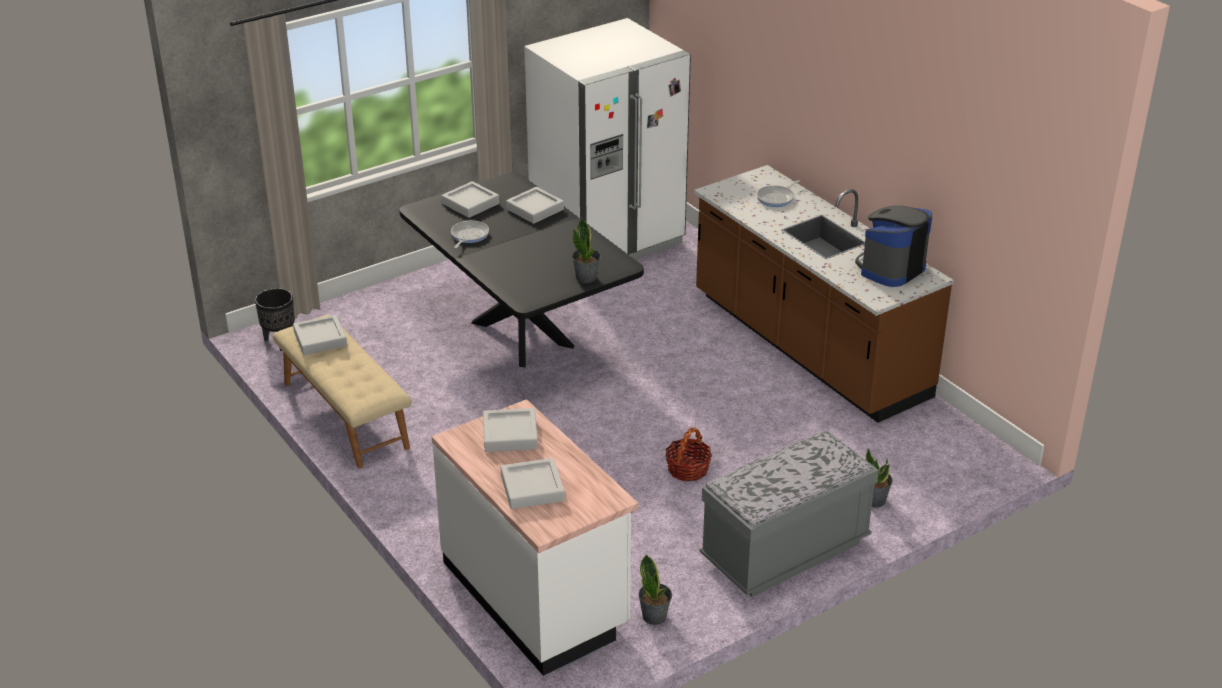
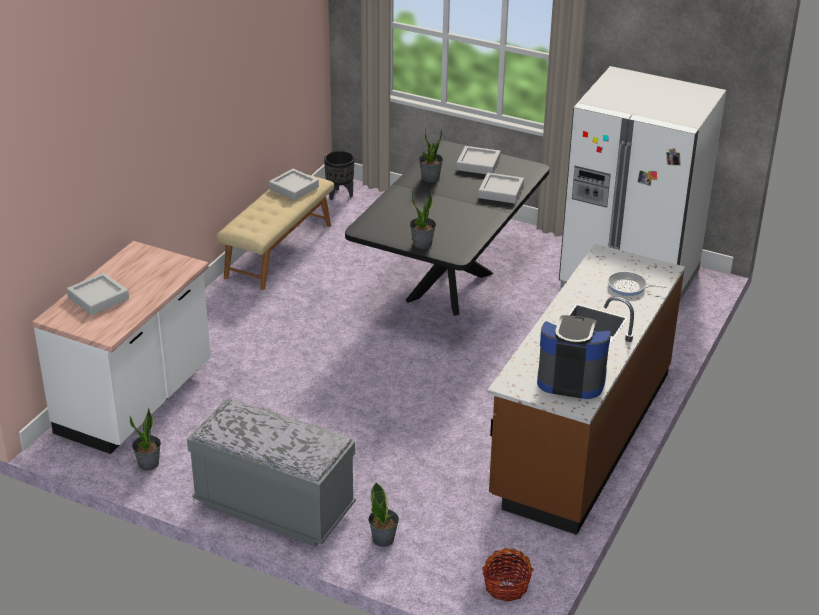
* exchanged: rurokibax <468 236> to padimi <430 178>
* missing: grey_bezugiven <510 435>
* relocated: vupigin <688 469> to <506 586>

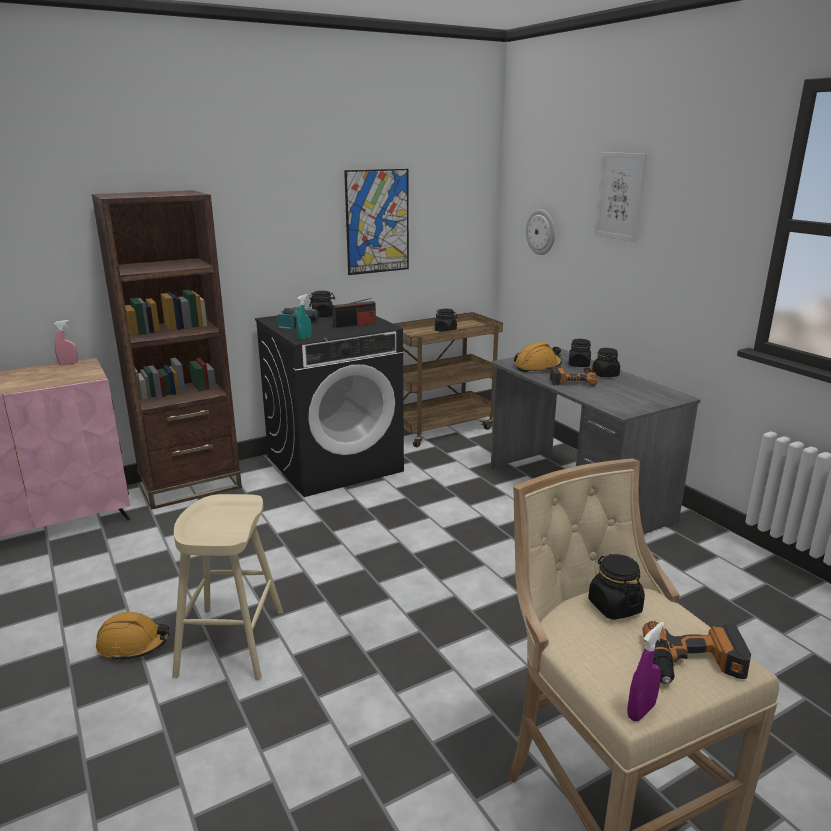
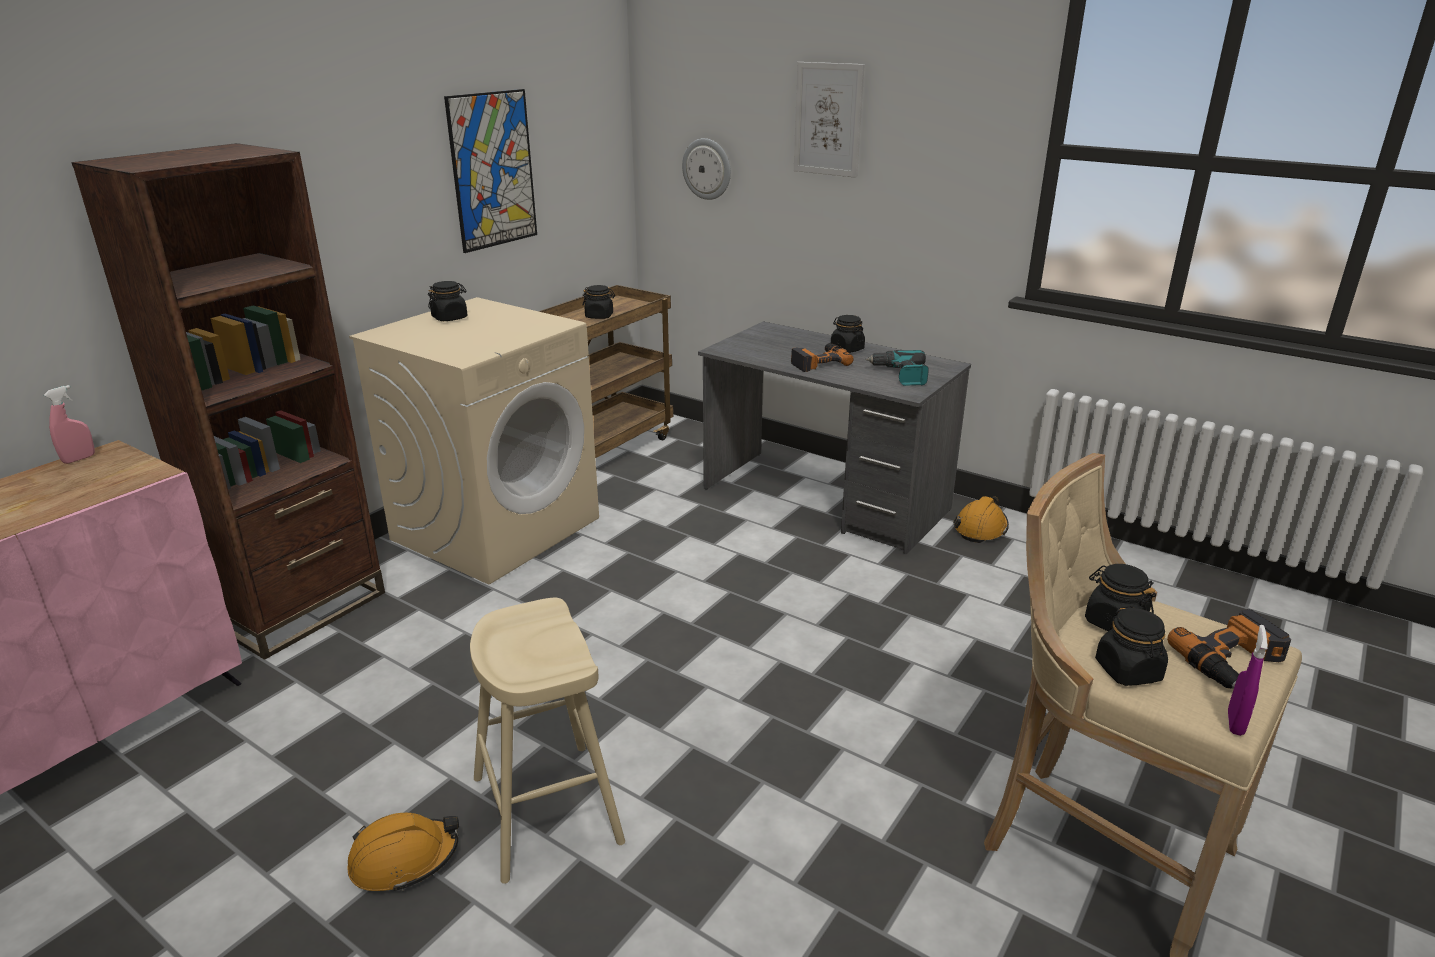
* missing: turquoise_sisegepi <304 338>
* missing: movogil <354 324>
* relocated: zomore <293 324> to <900 375>
* colour: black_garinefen <335 464> to beige_garinefen <496 528>
* relocated: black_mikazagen <579 365> to <1128 671>
* relocated: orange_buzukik <538 367> to <980 528>

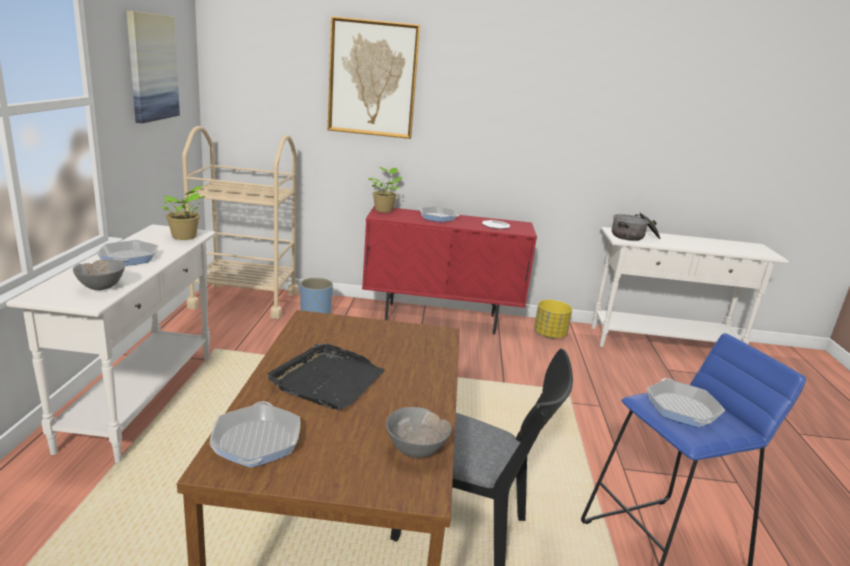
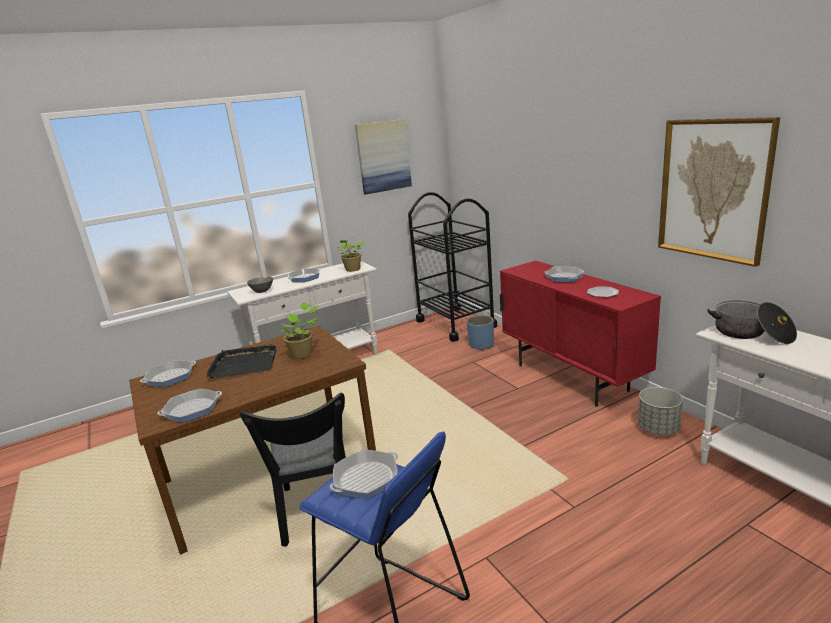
* relocated: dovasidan <372 79> to <713 189>
* colour: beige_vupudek <245 300> to black_vupudek <455 323>
* relocated: padimi <384 210> to <303 354>
* colour: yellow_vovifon <549 335> to grey_vovifon <658 429>
* exchanged: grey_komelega <416 451> to rurokibax <192 409>

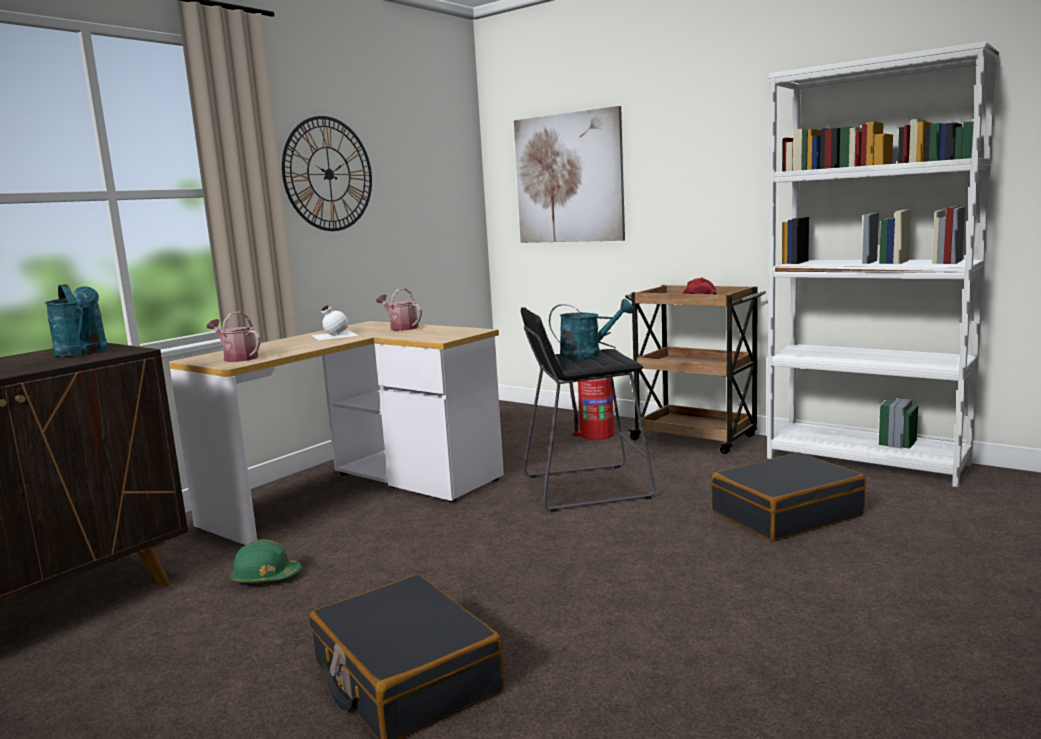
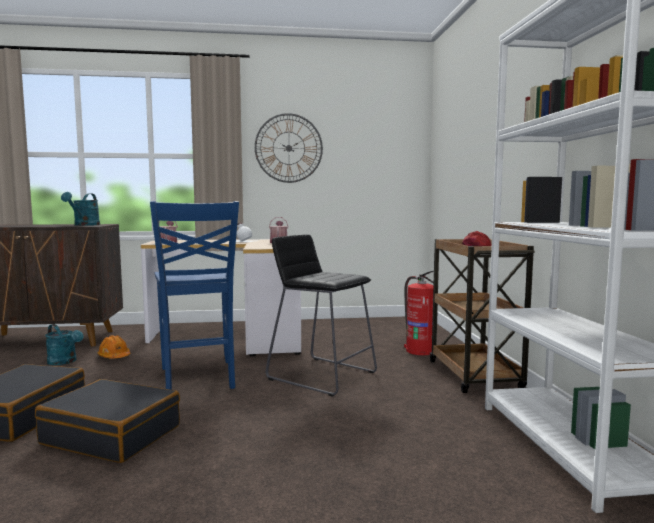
* missing: dovasidan <569 178>
* relocated: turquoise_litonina <588 354> to <65 362>
* relocated: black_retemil <785 513> to <112 435>
* colour: green_buzukik <265 578> to orange_buzukik <114 356>
* appeared: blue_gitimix <198 378>

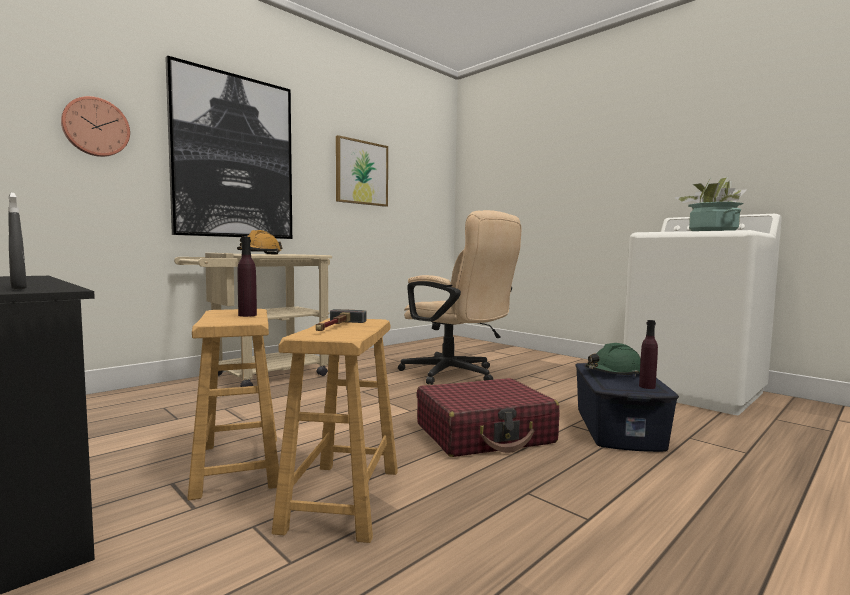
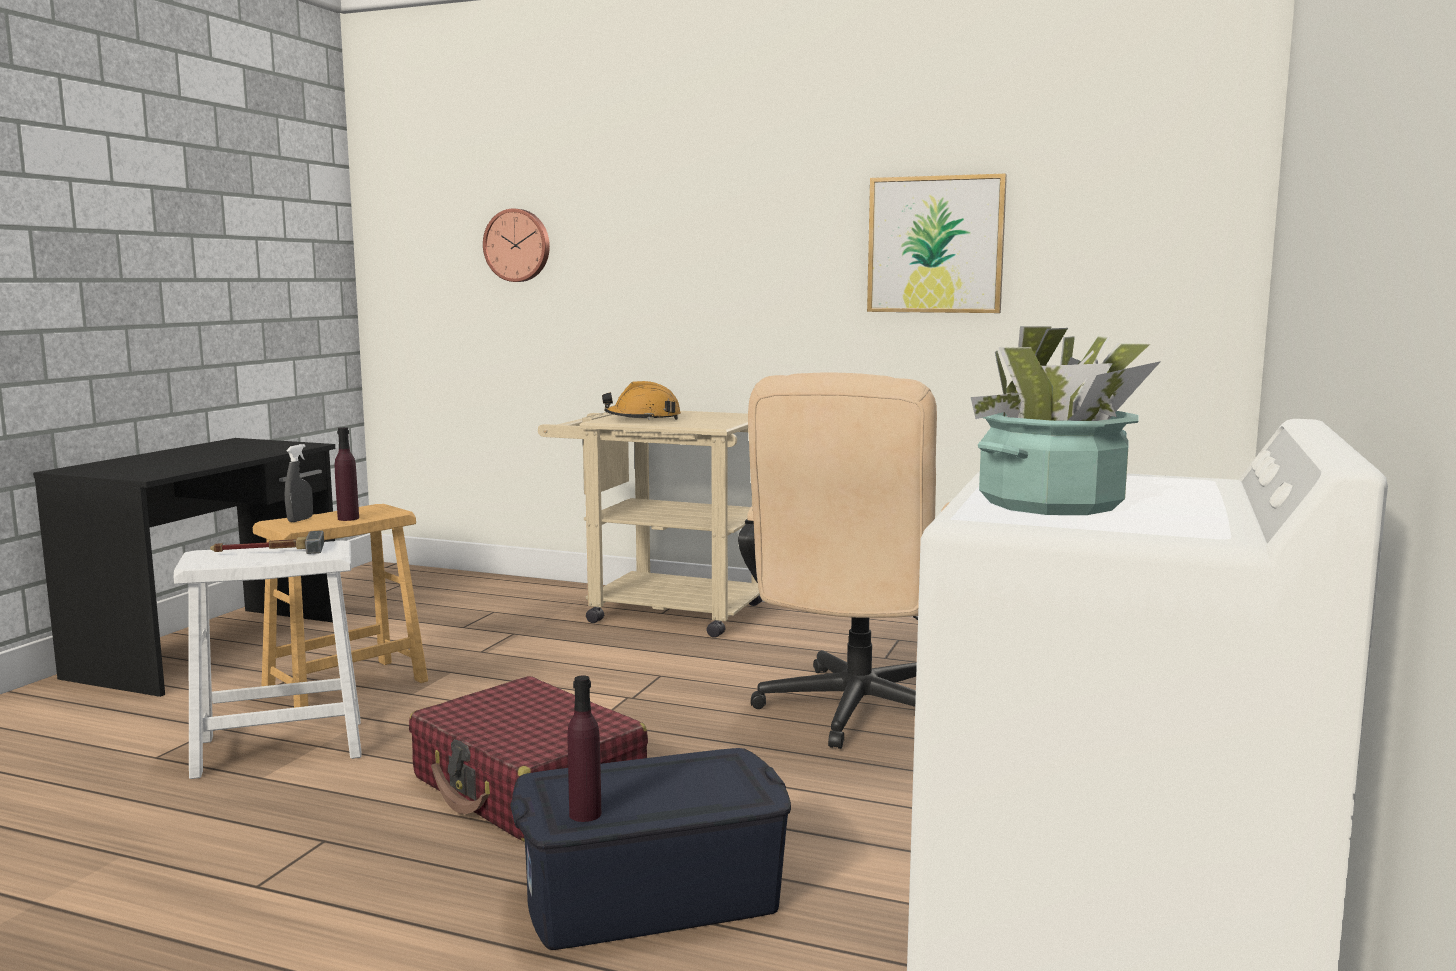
* missing: dovasidan <234 157>
* relocated: grey_sisegepi <18 288> to <300 520>
* colour: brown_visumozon <343 499> to white_visumozon <280 748>
* missing: green_buzukik <614 372>

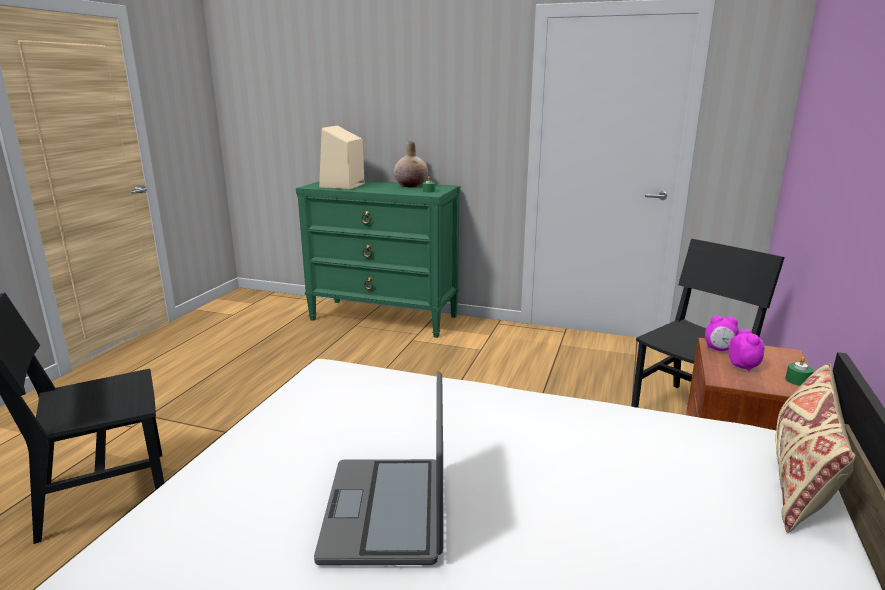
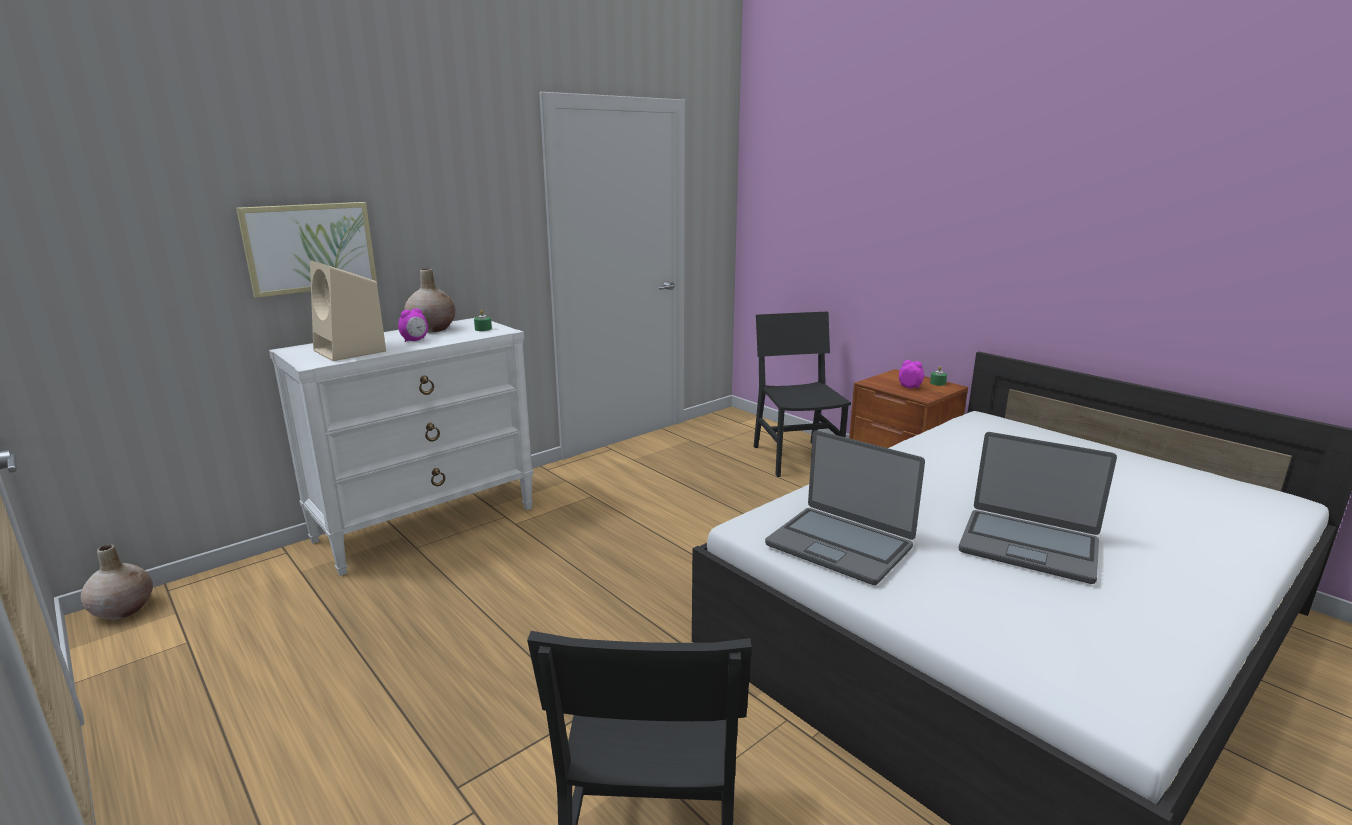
* colour: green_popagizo <384 318> to white_popagizo <427 523>
* relocated: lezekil <719 349> to <415 340>
* missing: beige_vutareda <800 476>
* appeared: dovasidan <310 247>
* appeared: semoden <840 545>
* appeared: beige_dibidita <123 609>

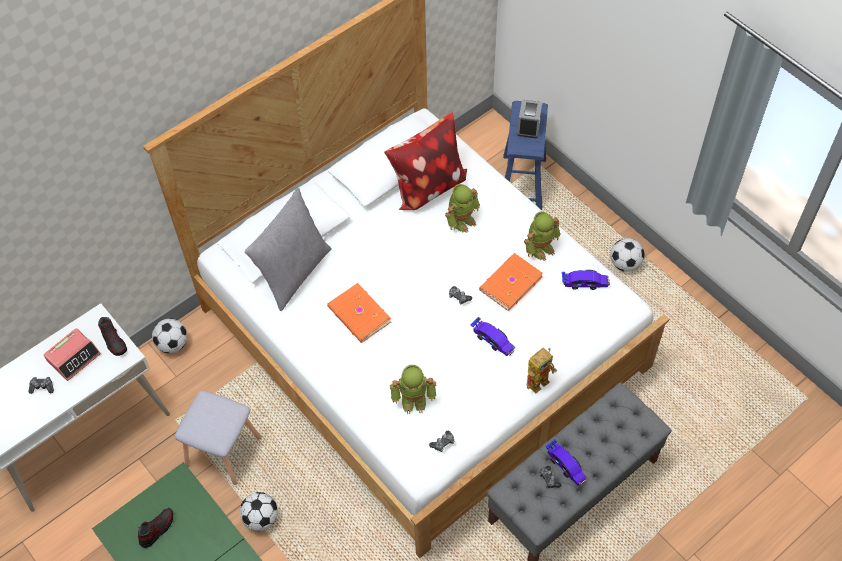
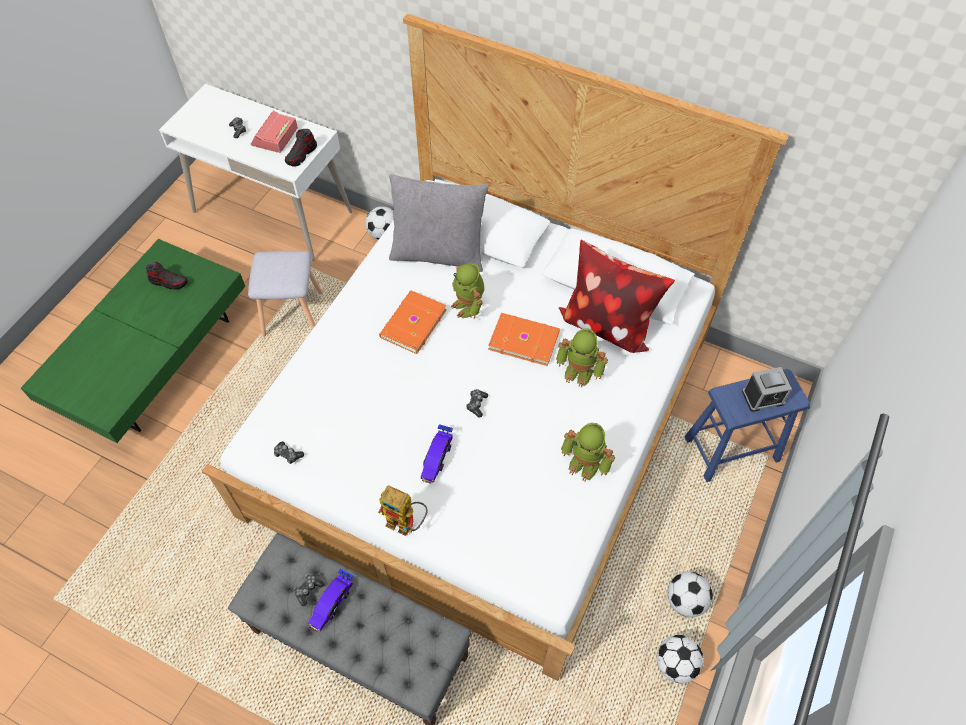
* relocated: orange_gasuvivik <509 283> to <523 339>
* missing: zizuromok <585 283>
* spun: lezekil <74 357> = <275 137> 90 degrees clockwise
* relocated: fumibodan <414 399> to <469 306>
* relocated: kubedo <261 518> to <675 664>

